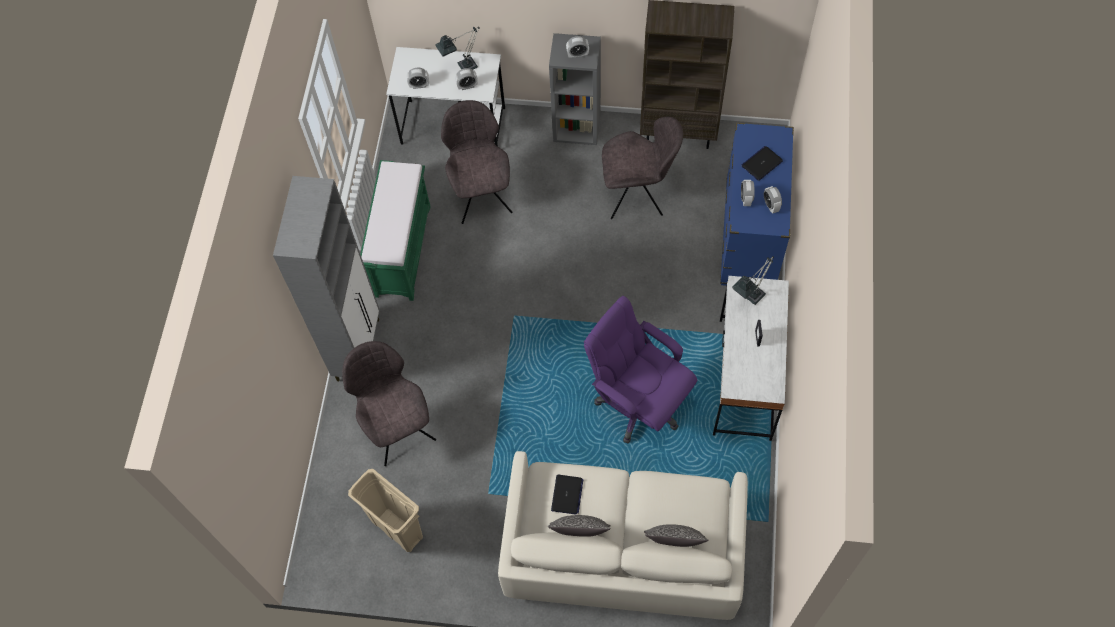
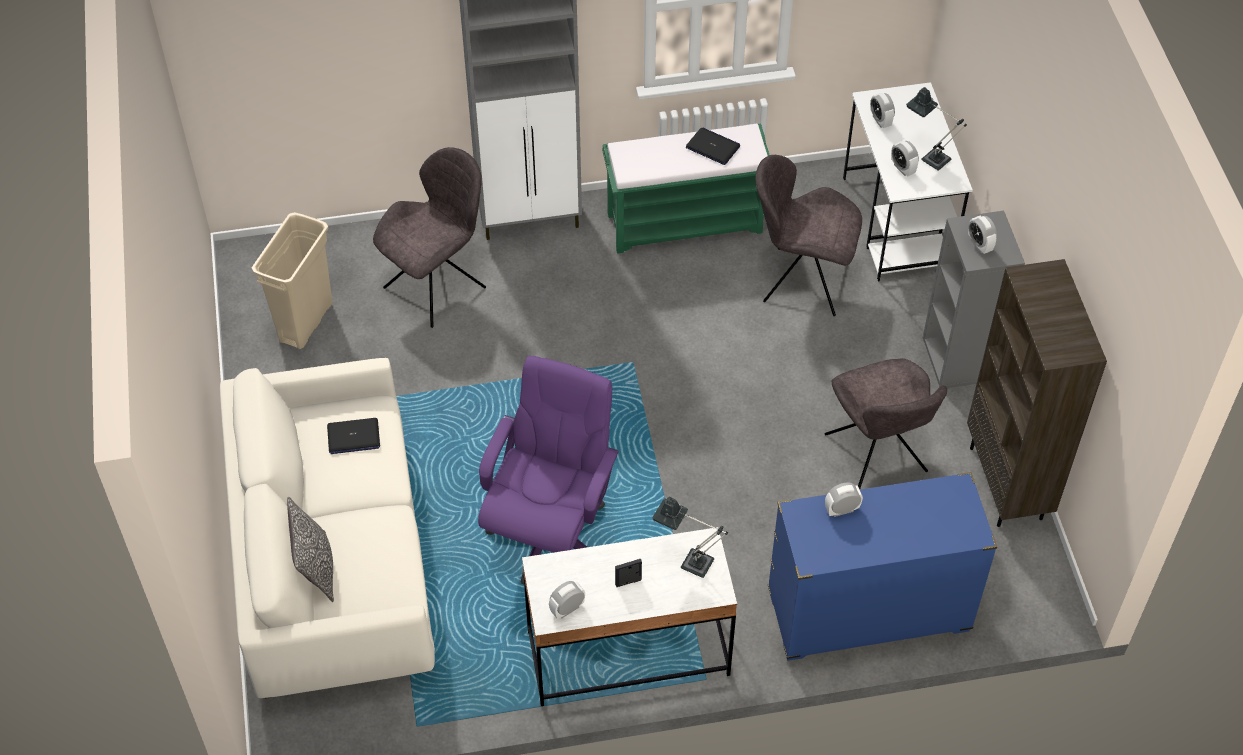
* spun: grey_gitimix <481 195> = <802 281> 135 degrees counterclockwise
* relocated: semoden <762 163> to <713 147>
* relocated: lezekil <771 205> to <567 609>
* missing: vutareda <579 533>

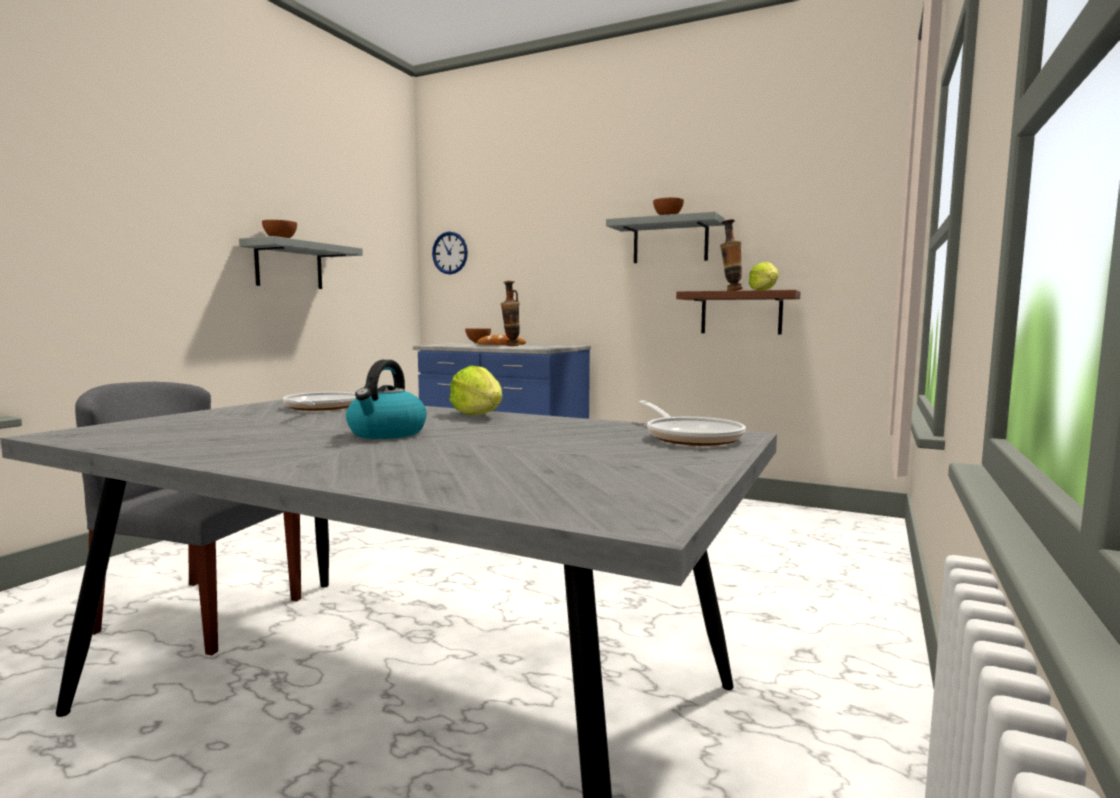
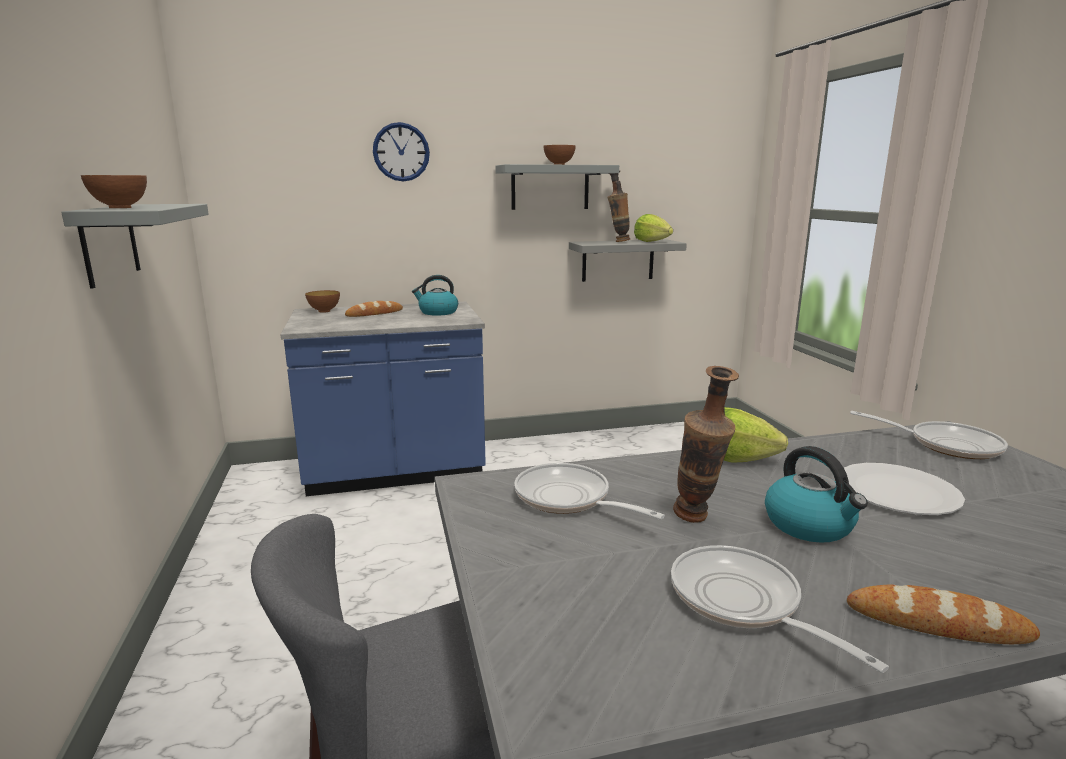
* relocated: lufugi <450 253> to <401 152>
* relocated: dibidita <511 346> to <697 520>
* colour: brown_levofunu <741 313> to grey_levofunu <618 260>
* appeared: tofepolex <437 312>
* appeared: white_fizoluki <897 492>
* appeared: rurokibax <742 603>
* appeared: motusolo <937 623>

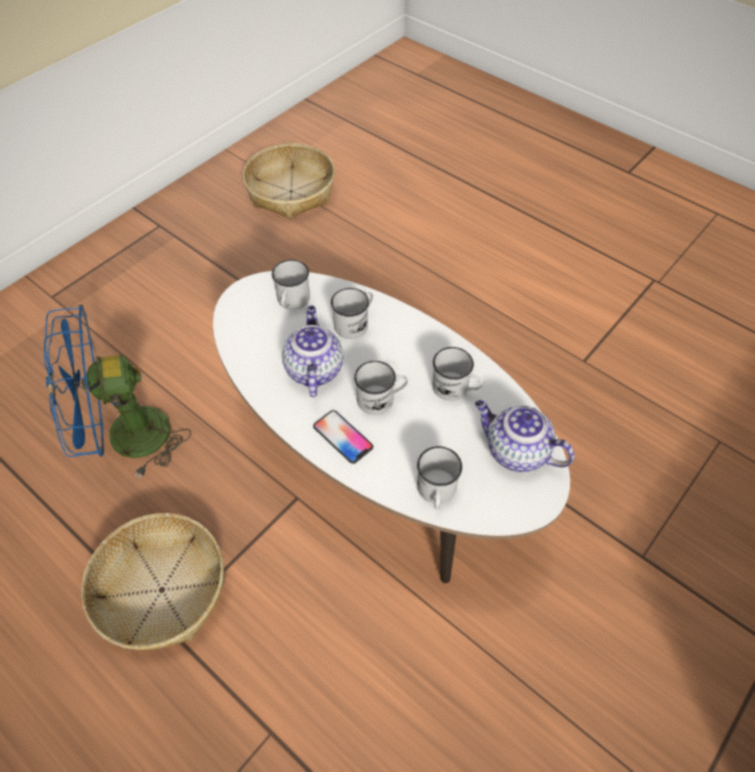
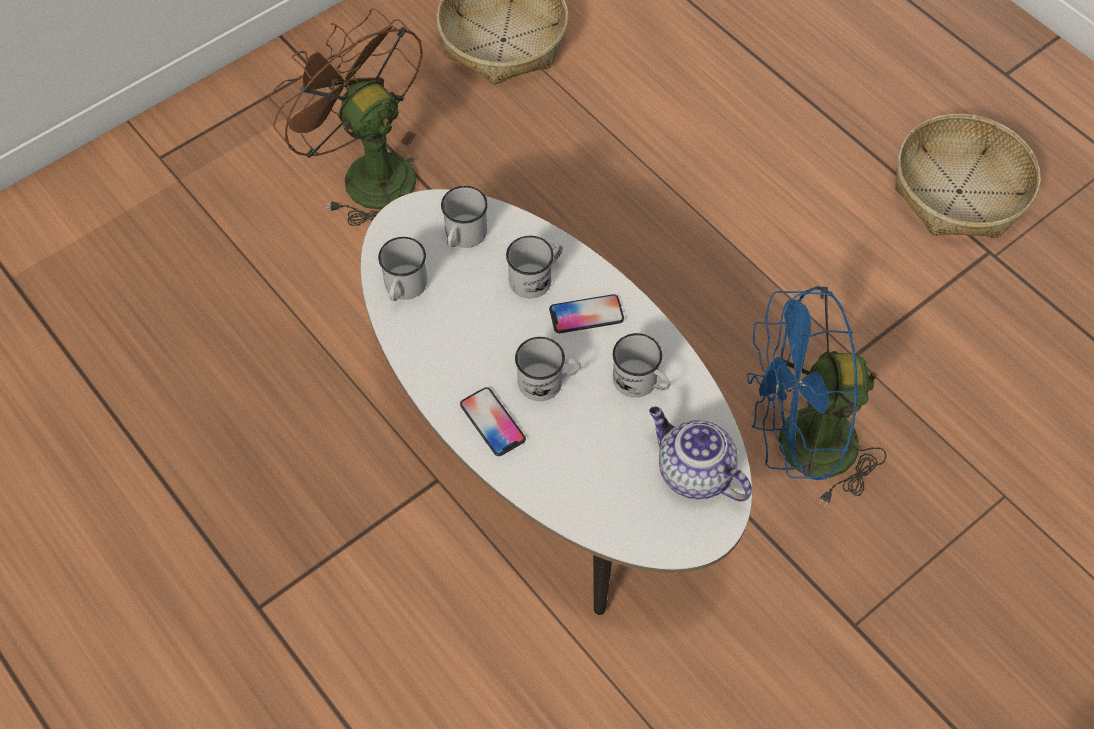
* relocated: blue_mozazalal <125 439> to <799 448>
* missing: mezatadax <313 369>
* relocated: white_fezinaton <436 493> to <403 288>
* relocated: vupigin <161 590> to <958 192>
* appeared: brown_mozazalal <367 173>
* appeared: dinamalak <586 315>

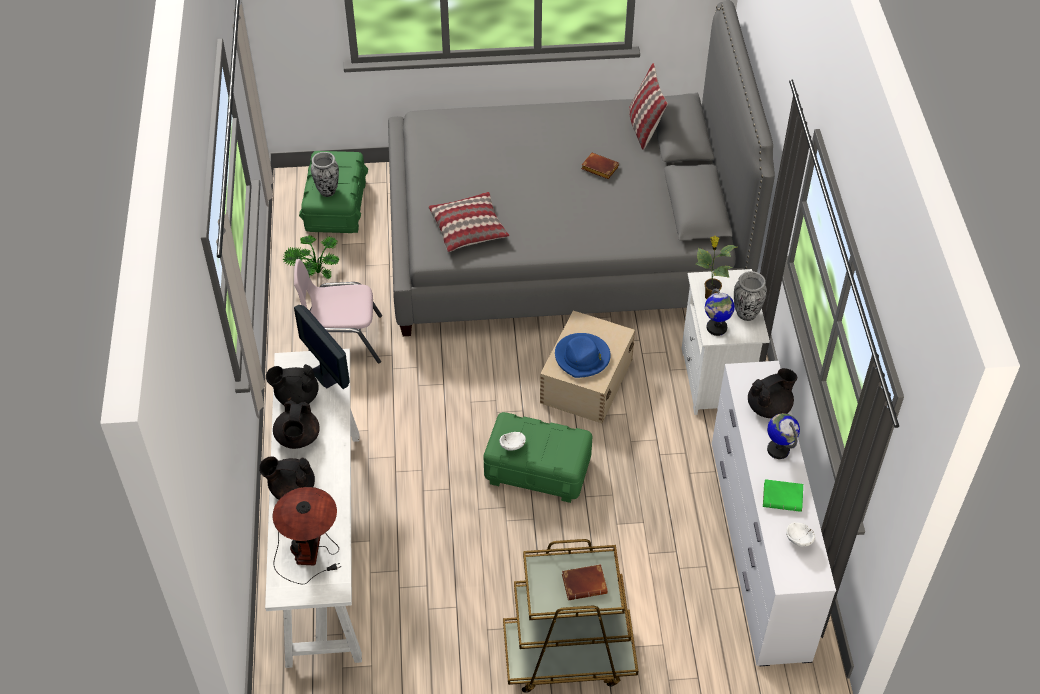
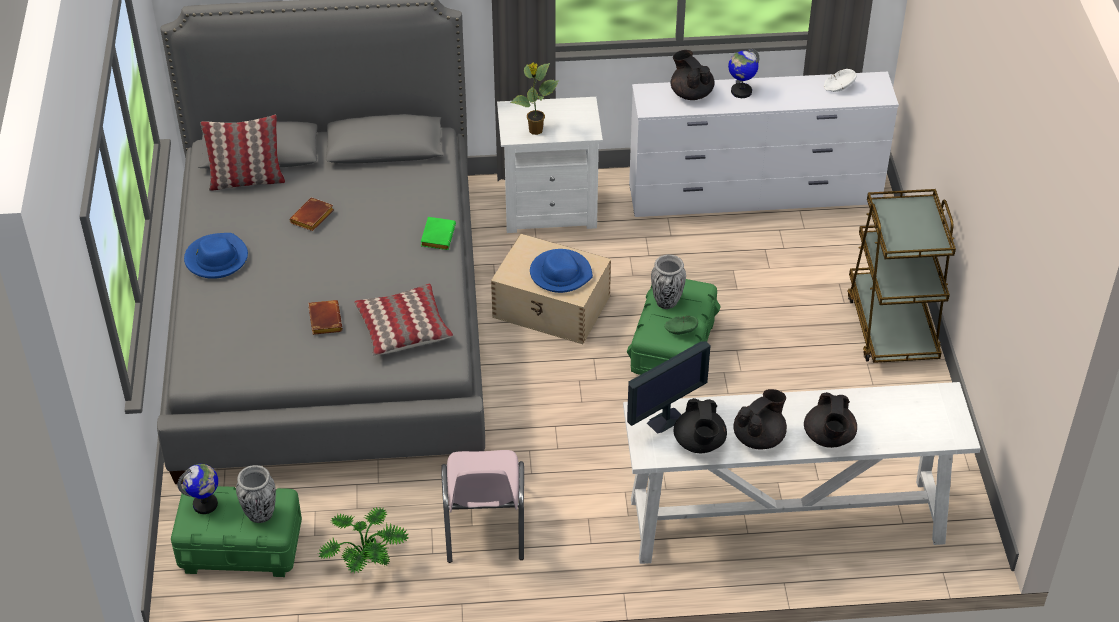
* relocated: dibidita <746 314> to <666 302>
* relocated: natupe <716 328> to <205 504>
* spun: black_mezatadax <298 438> = <759 437> 45 degrees counterclockwise
* colour: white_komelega <513 445> to green_komelega <680 330>
* relocated: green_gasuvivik <783 497> to <437 235>
* missing: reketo <307 548>
* relocated: brown_gasuvivik <585 583> to <324 320>
* appeared: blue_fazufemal <216 259>

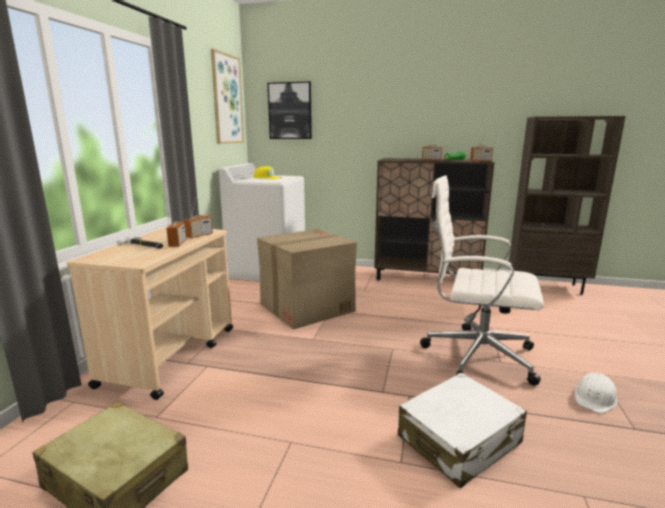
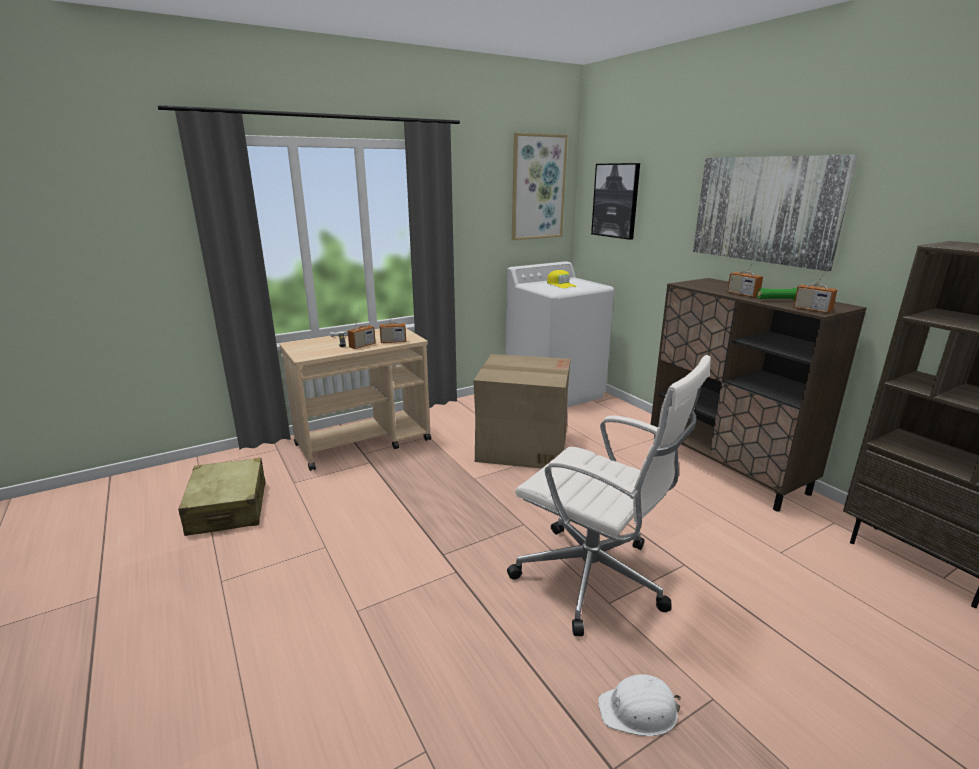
* spun: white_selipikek <475 355> = <595 579> 150 degrees clockwise
* missing: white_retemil <459 440>
* appeared: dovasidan <765 210>

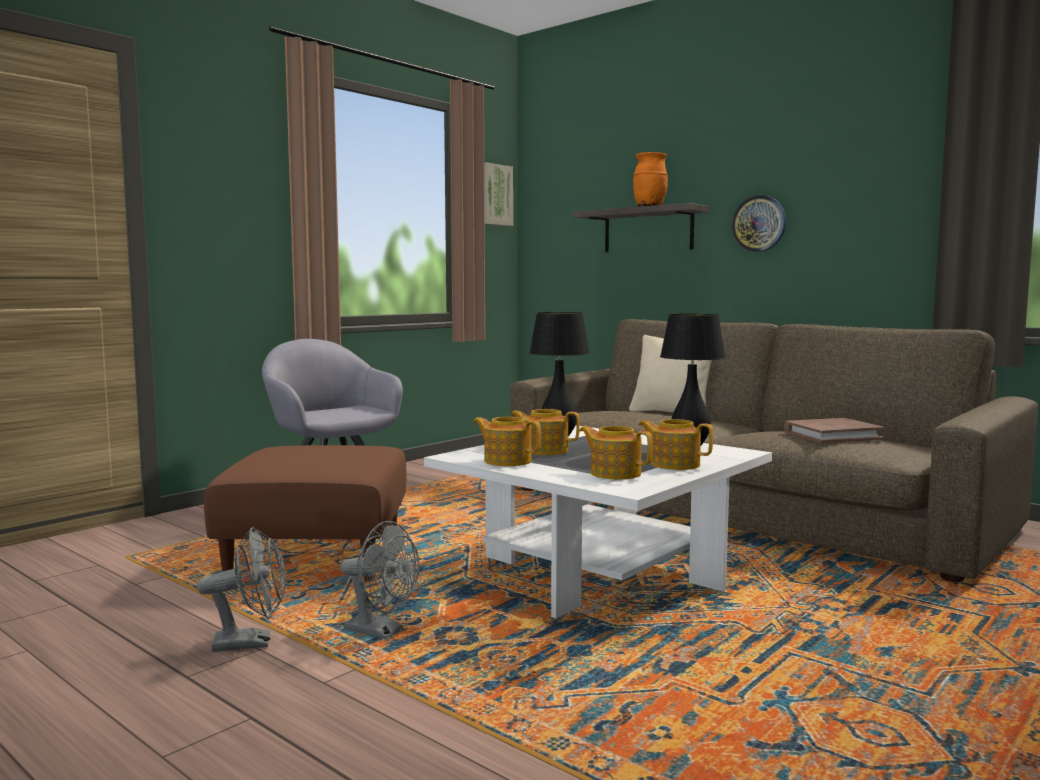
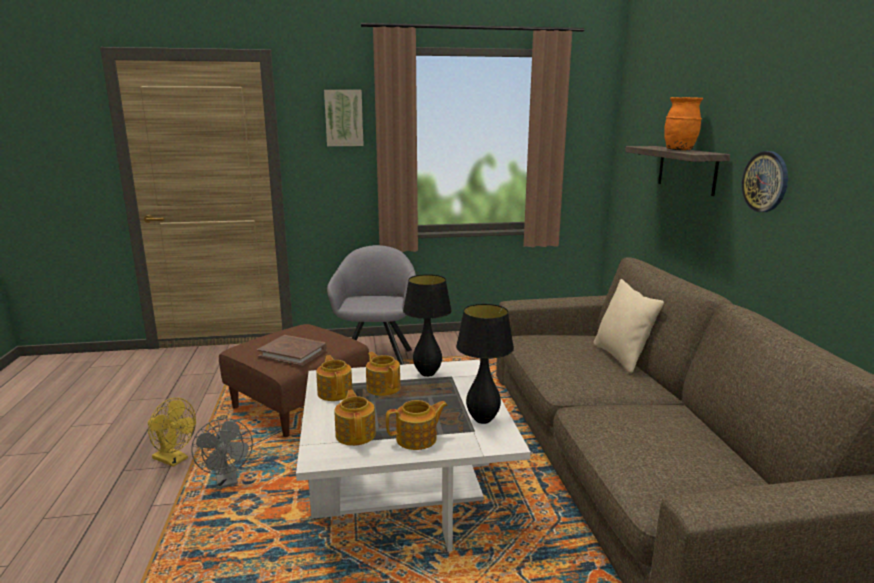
* relocated: dovasidan <495 195> to <344 118>
* relocated: brown_gasuvivik <832 435> to <293 353>
* spun: mezatadax <674 464> = <417 439> 90 degrees clockwise
* colour: grey_mozazalal <252 642> to yellow_mozazalal <174 460>

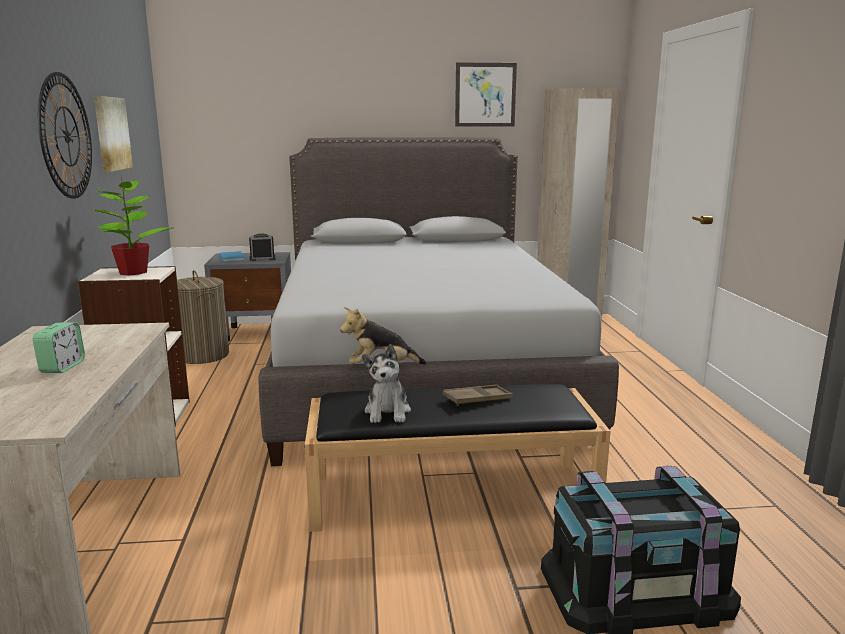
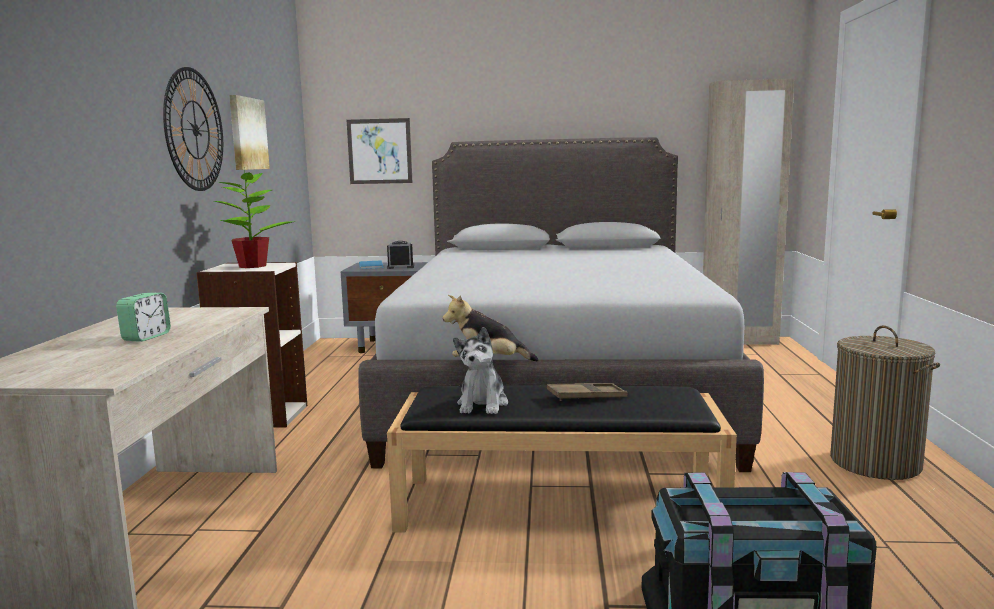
* relocated: dovasidan <485 95> to <379 151>
* relocated: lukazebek <203 355> to <875 463>

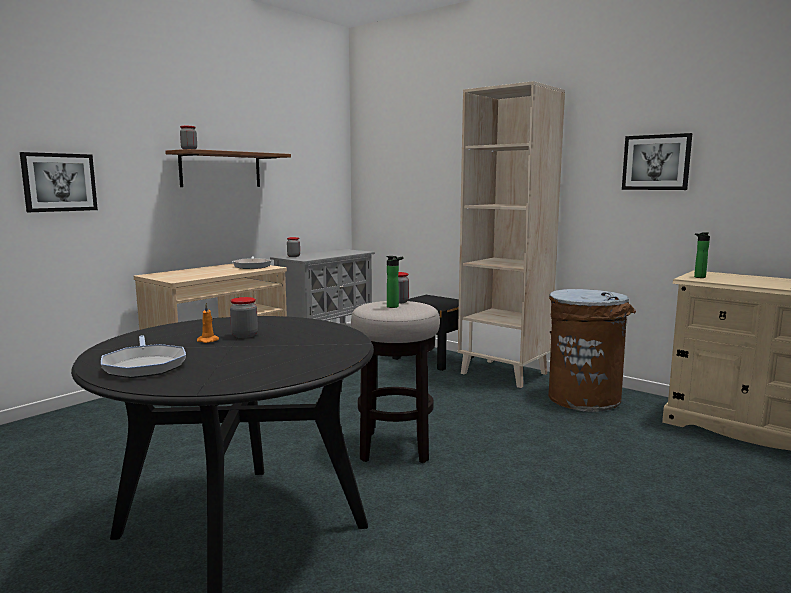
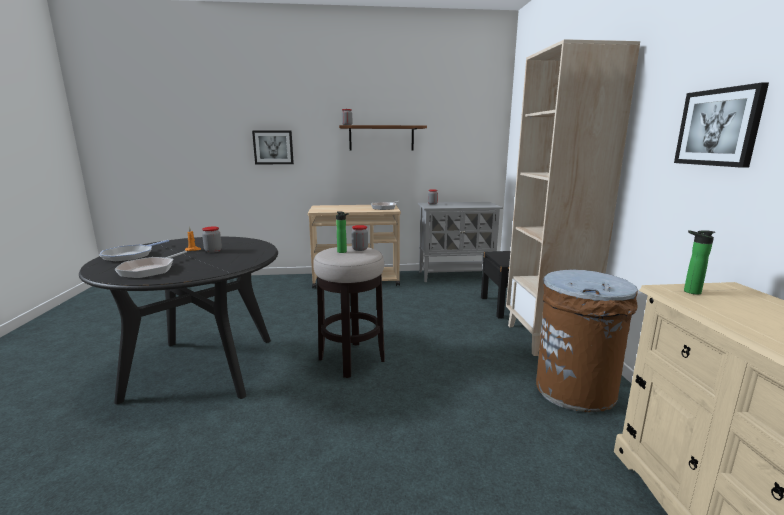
* appeared: rurokibax <150 270>

